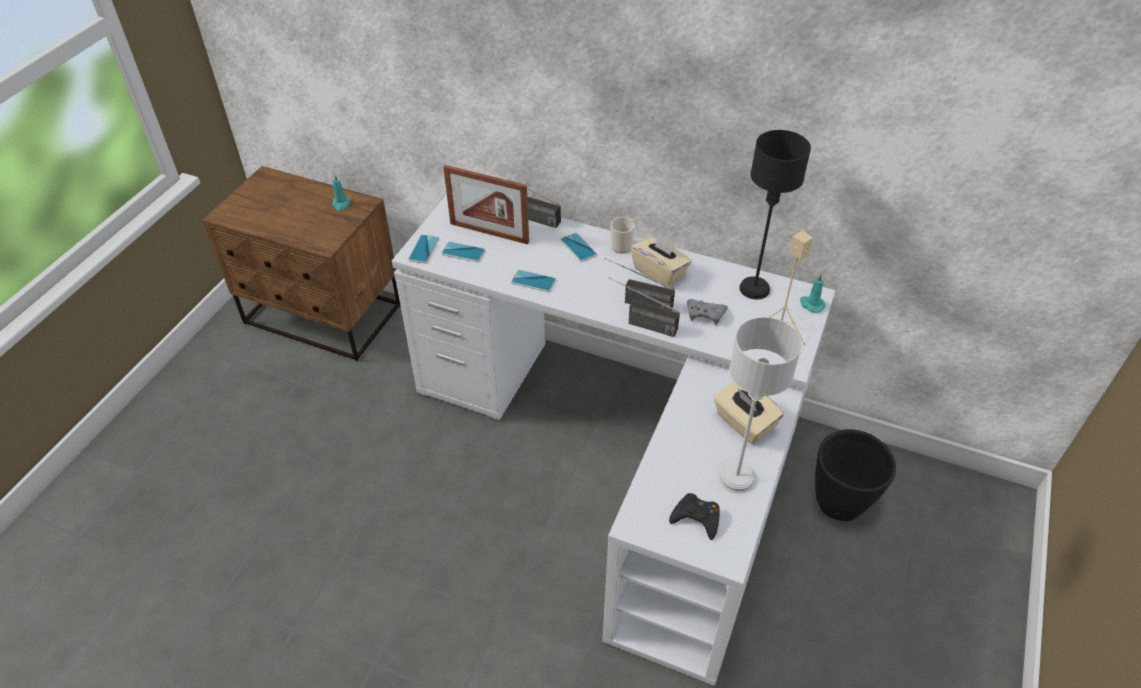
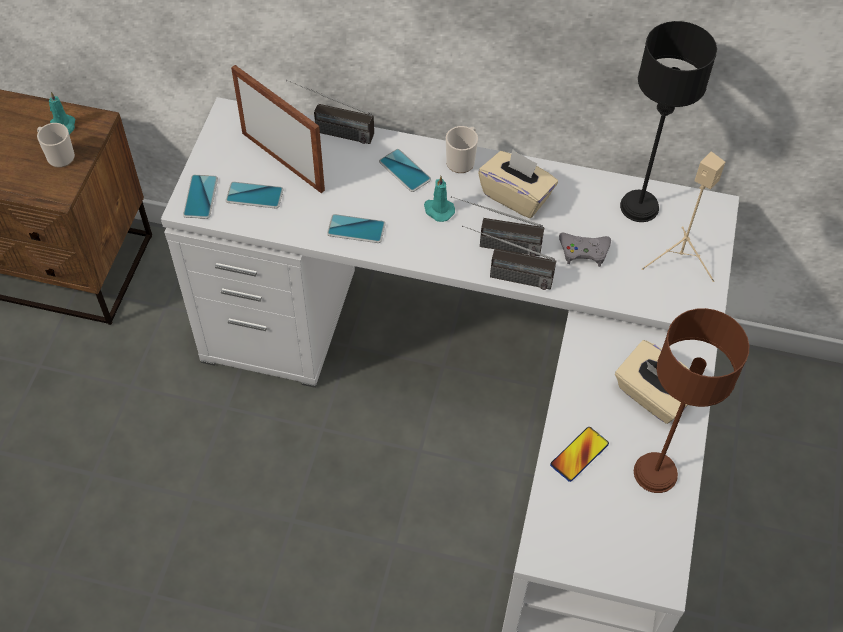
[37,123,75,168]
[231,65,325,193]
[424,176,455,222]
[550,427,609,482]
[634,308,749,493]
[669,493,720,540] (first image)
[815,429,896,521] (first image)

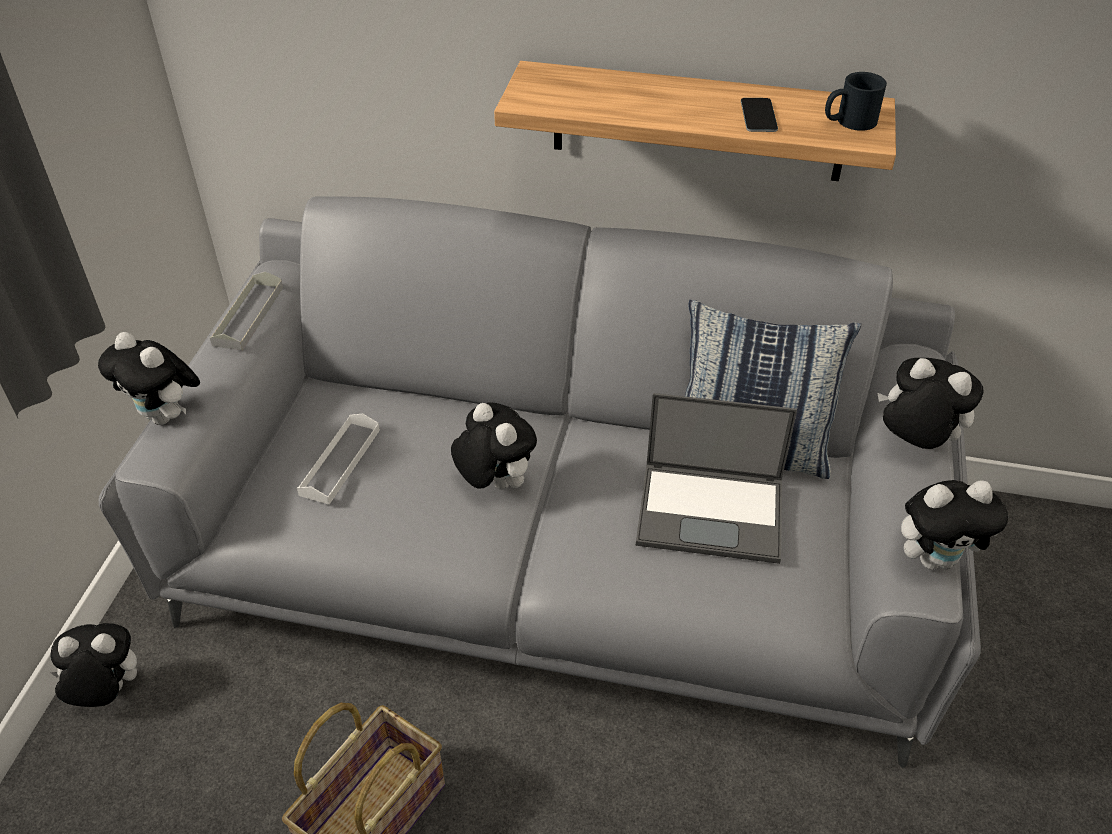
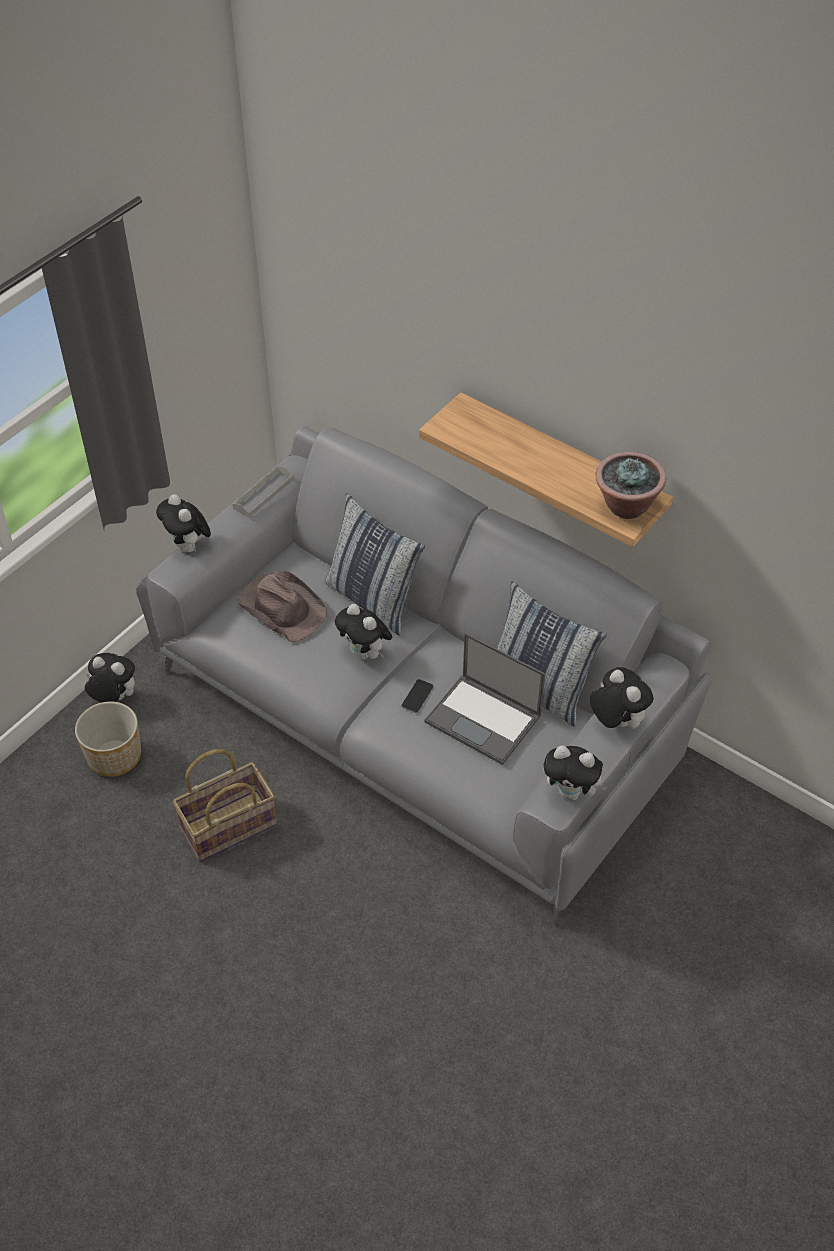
[75,701,141,777]
[237,571,327,642]
[325,493,425,635]
[335,604,392,660]
[401,679,434,713]
[596,452,666,519]

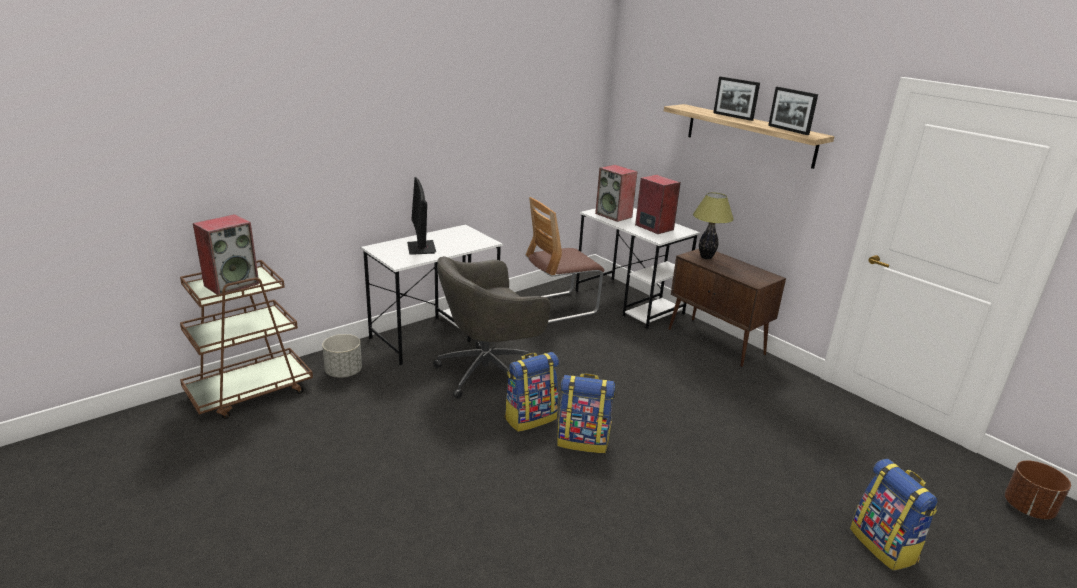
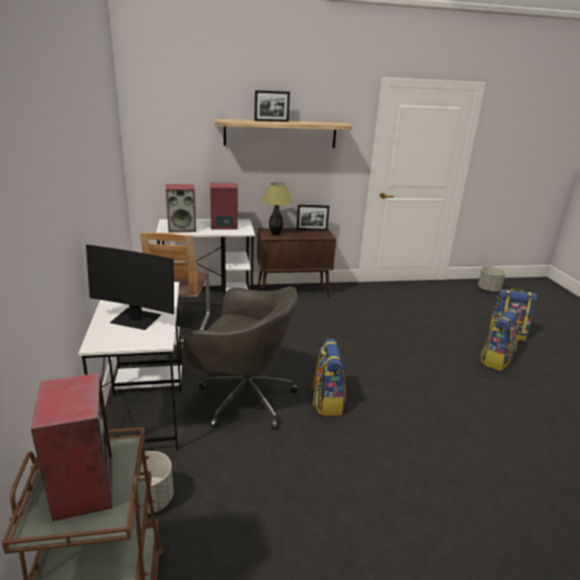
[184,286,298,429]
[297,205,329,231]
[478,266,506,292]
[480,308,520,371]

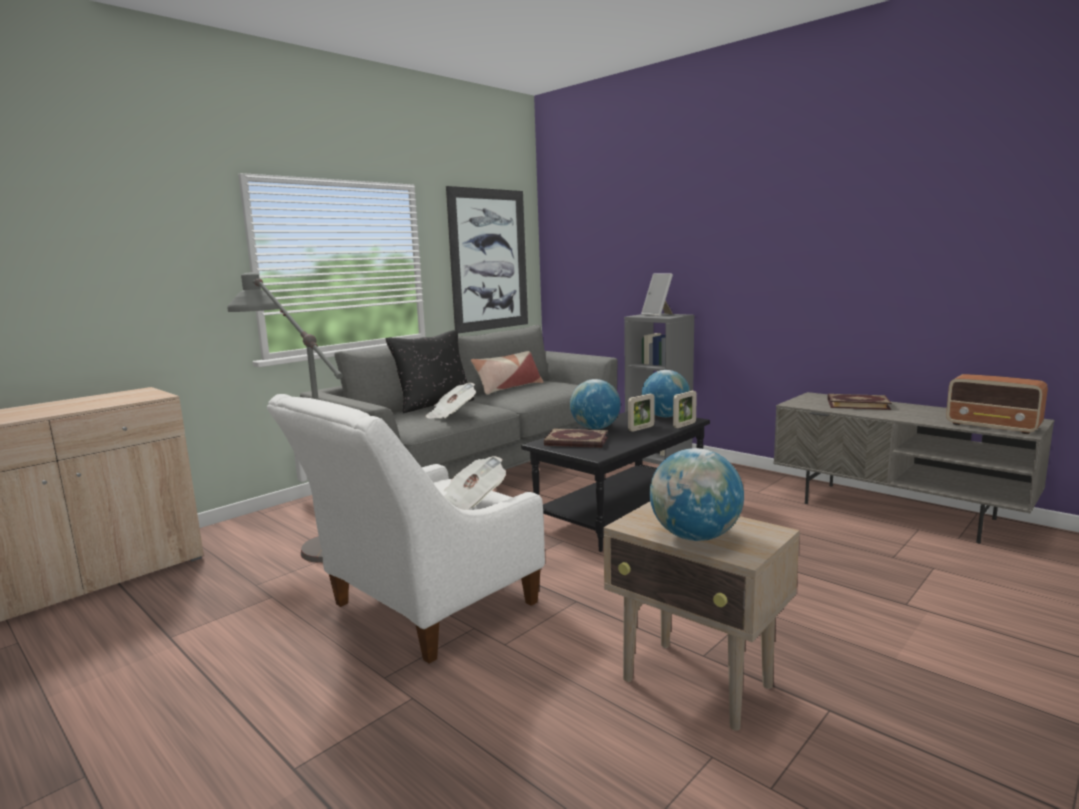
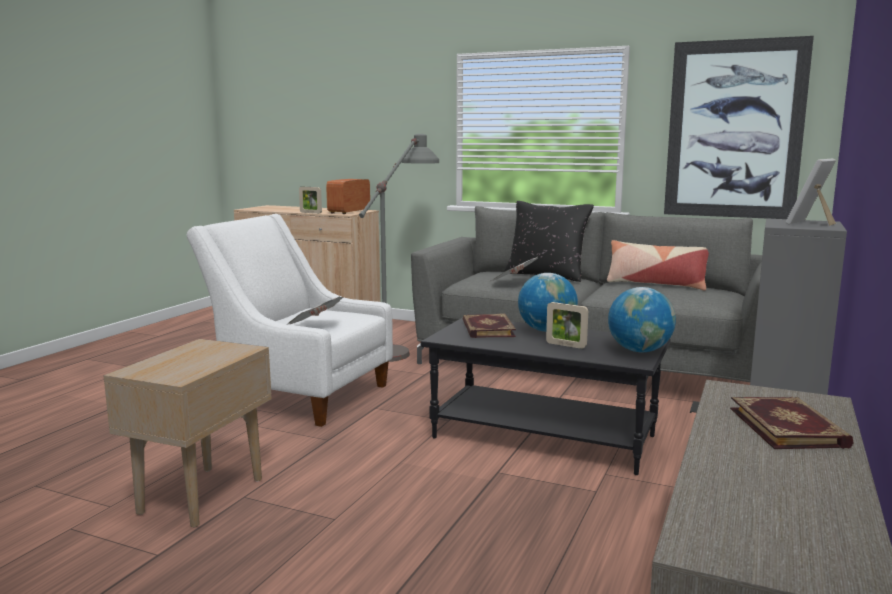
[299,187,322,214]
[326,179,370,214]
[650,448,744,541] (first image)

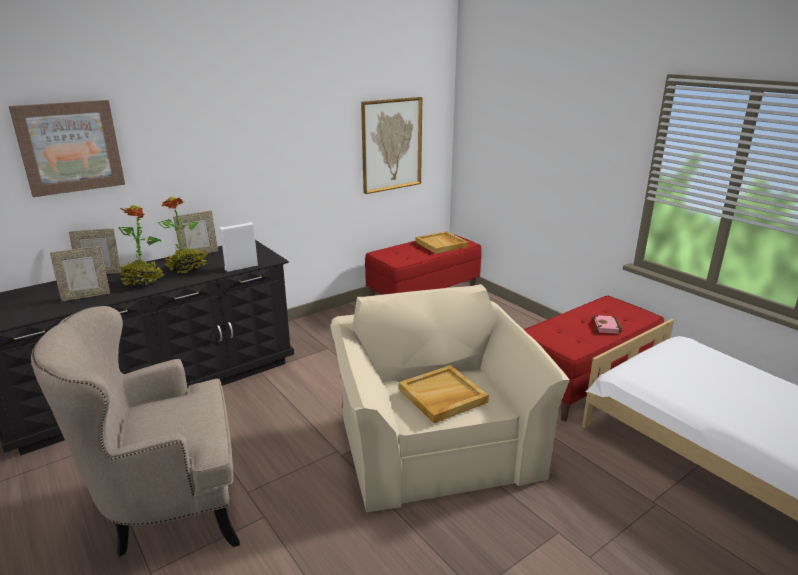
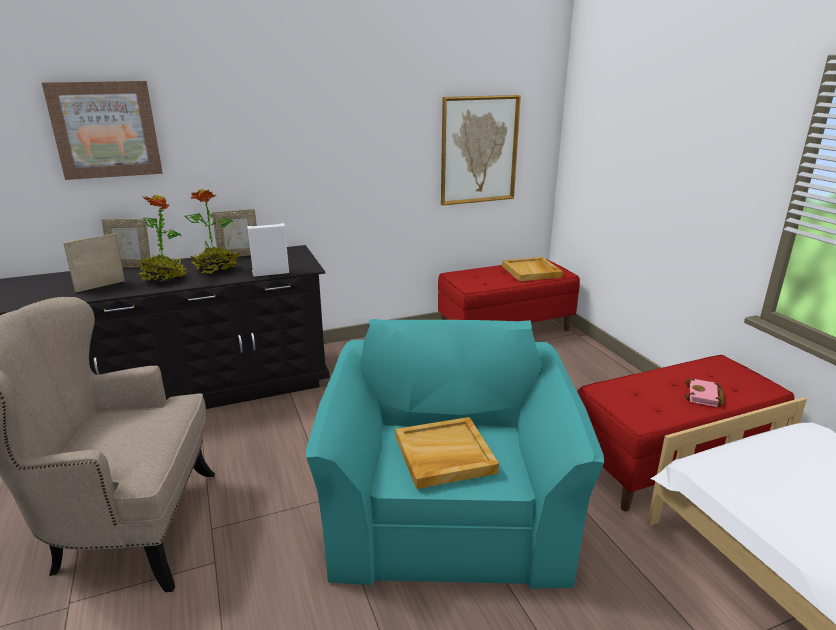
[63,233,125,293]
[306,319,604,589]

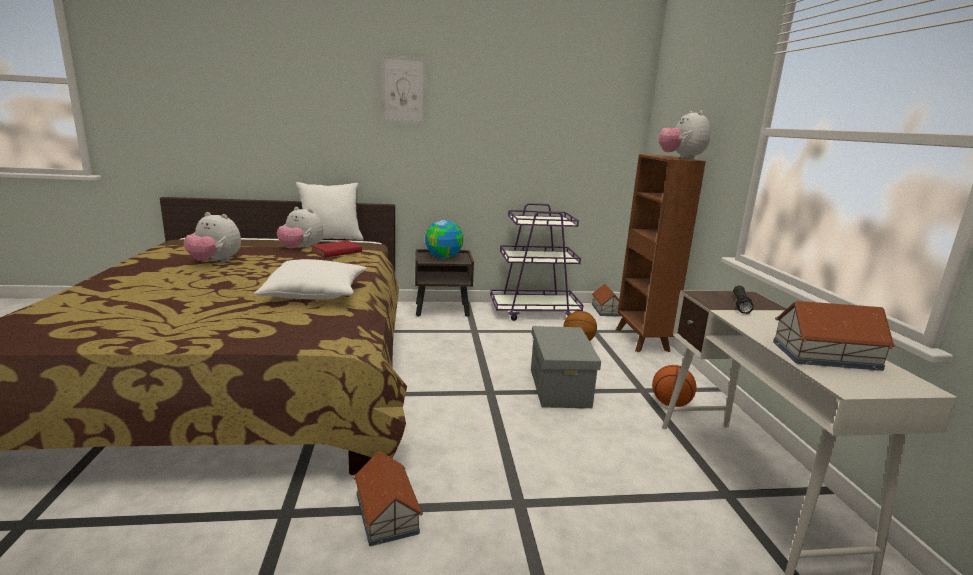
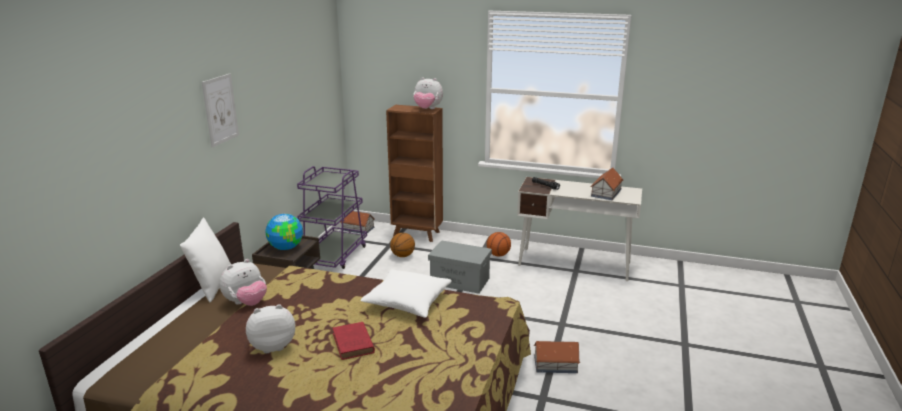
[246,304,295,353]
[333,322,375,360]

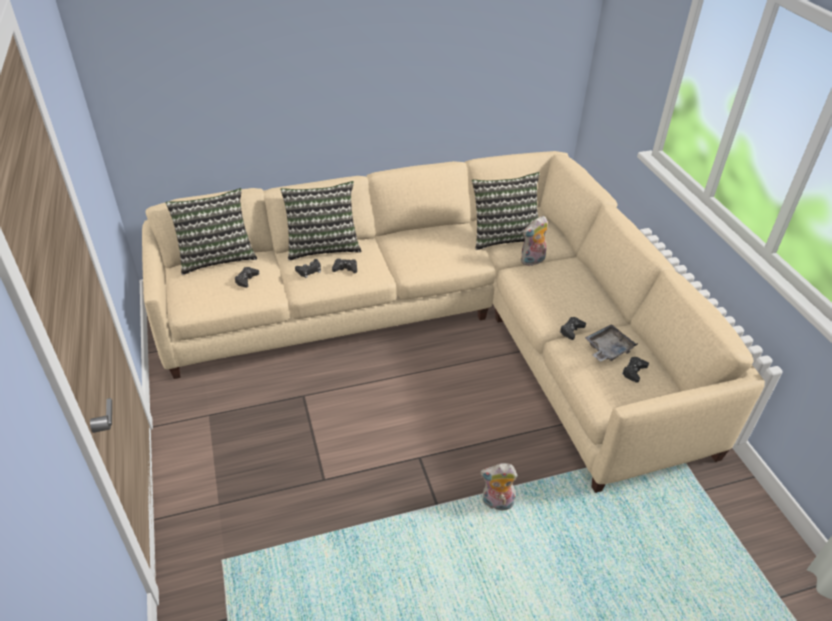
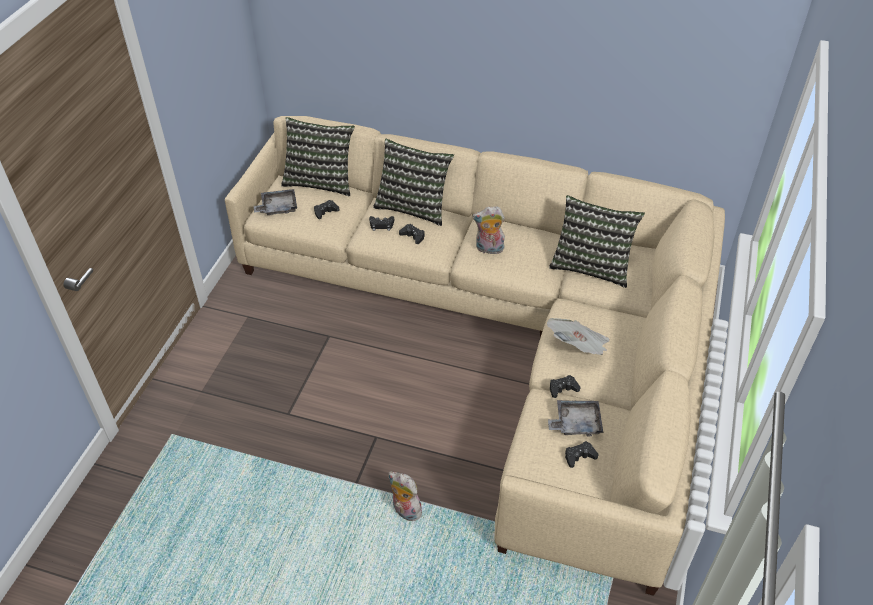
[253,189,297,215]
[472,206,505,254]
[547,318,610,355]

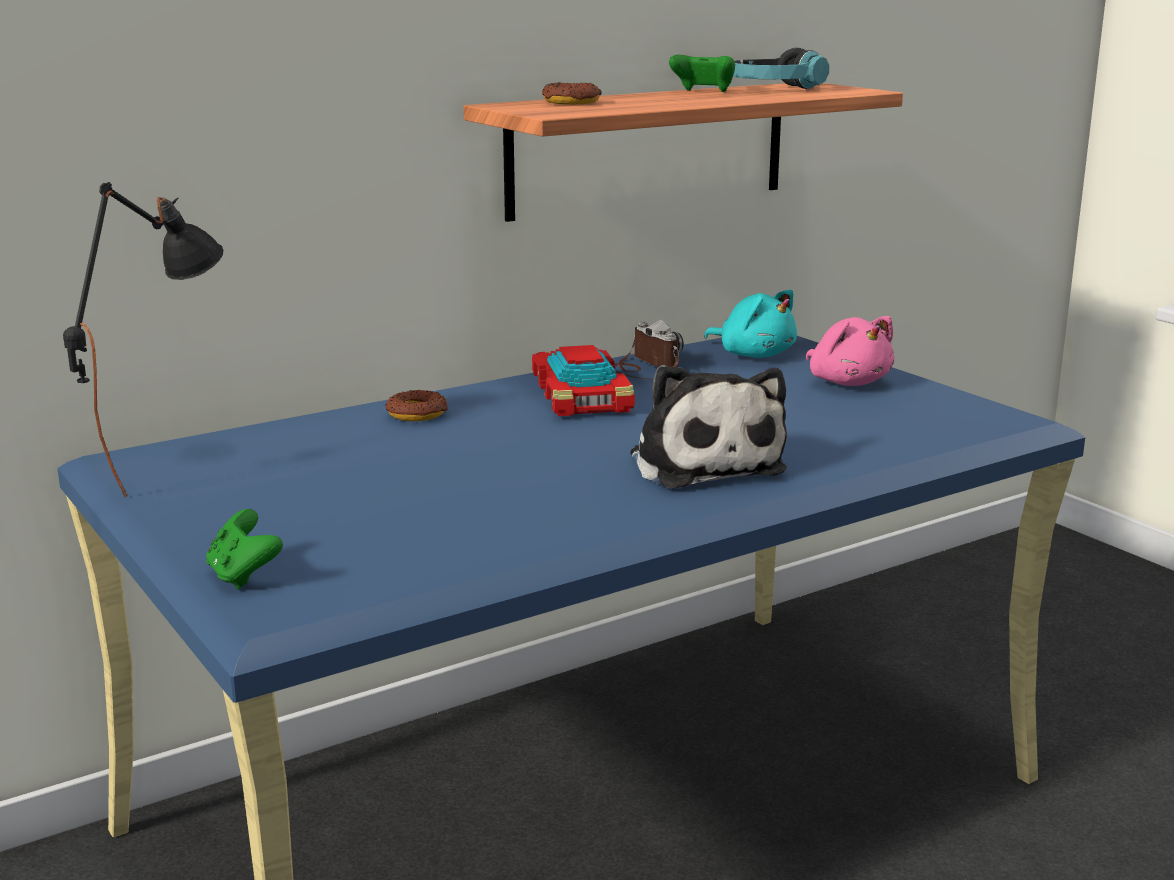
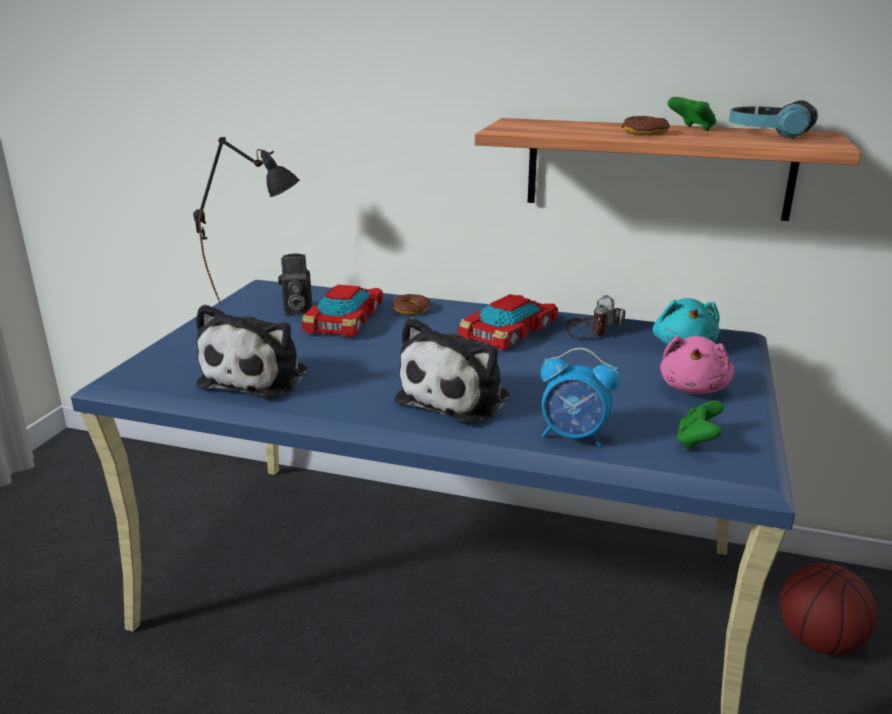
[196,304,307,398]
[278,254,312,315]
[301,285,383,337]
[541,348,620,446]
[621,116,670,135]
[676,400,724,450]
[780,562,877,655]

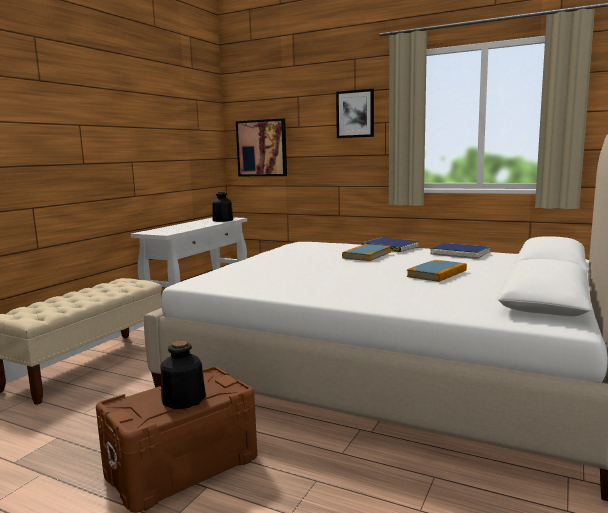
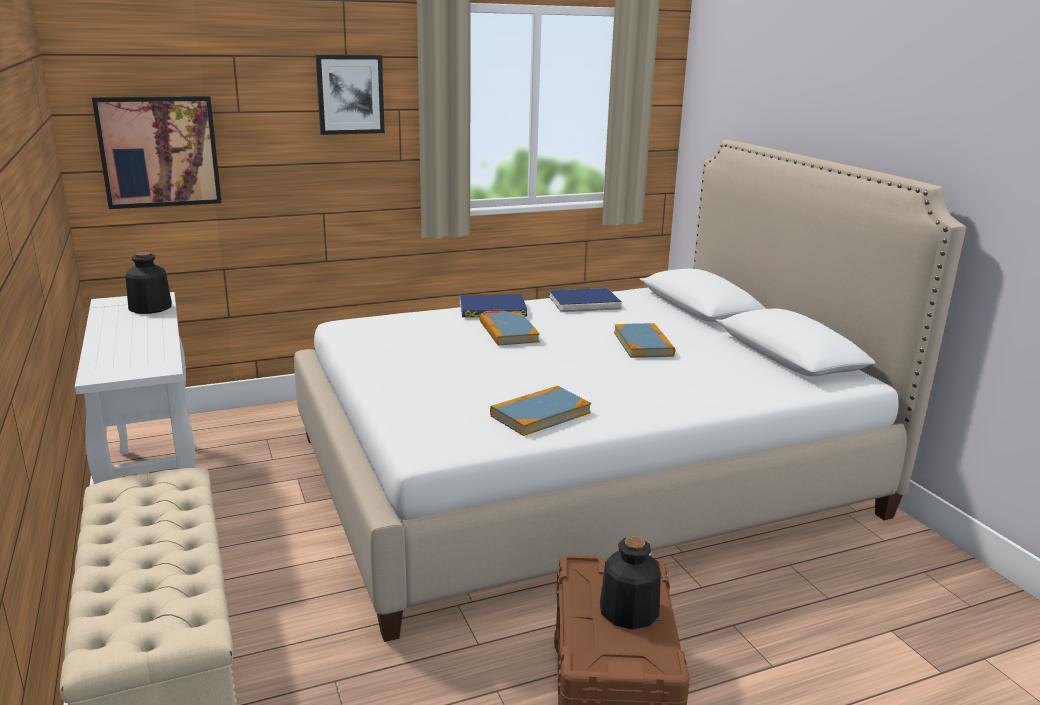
[490,386,591,436]

